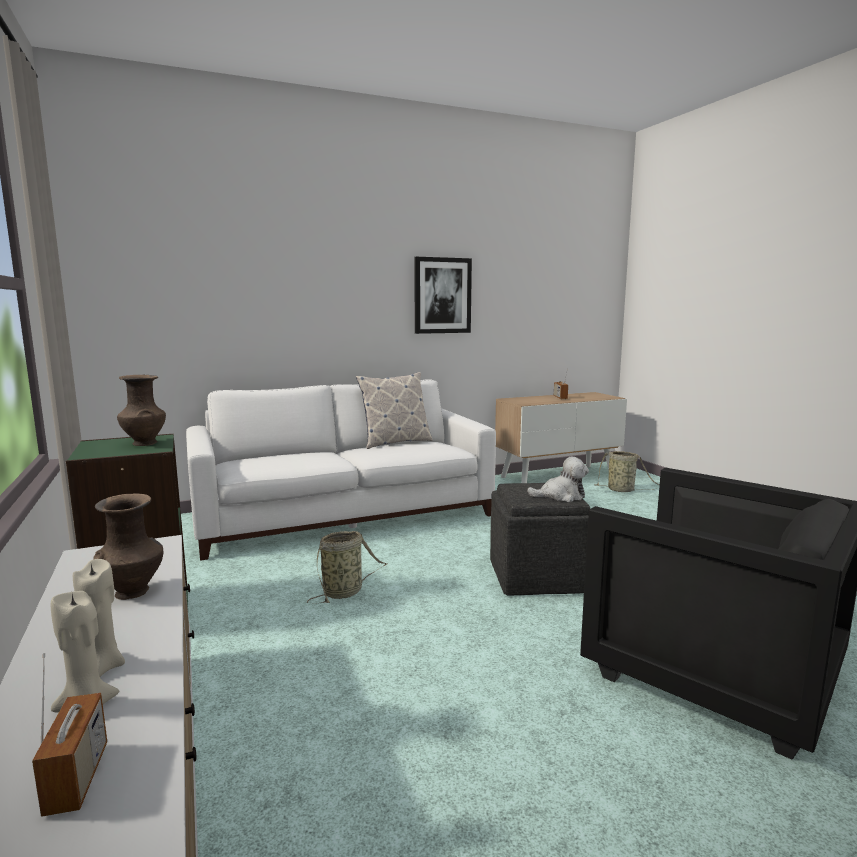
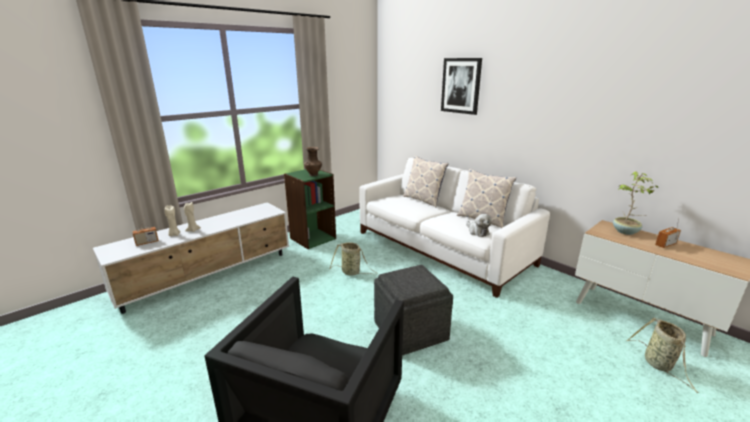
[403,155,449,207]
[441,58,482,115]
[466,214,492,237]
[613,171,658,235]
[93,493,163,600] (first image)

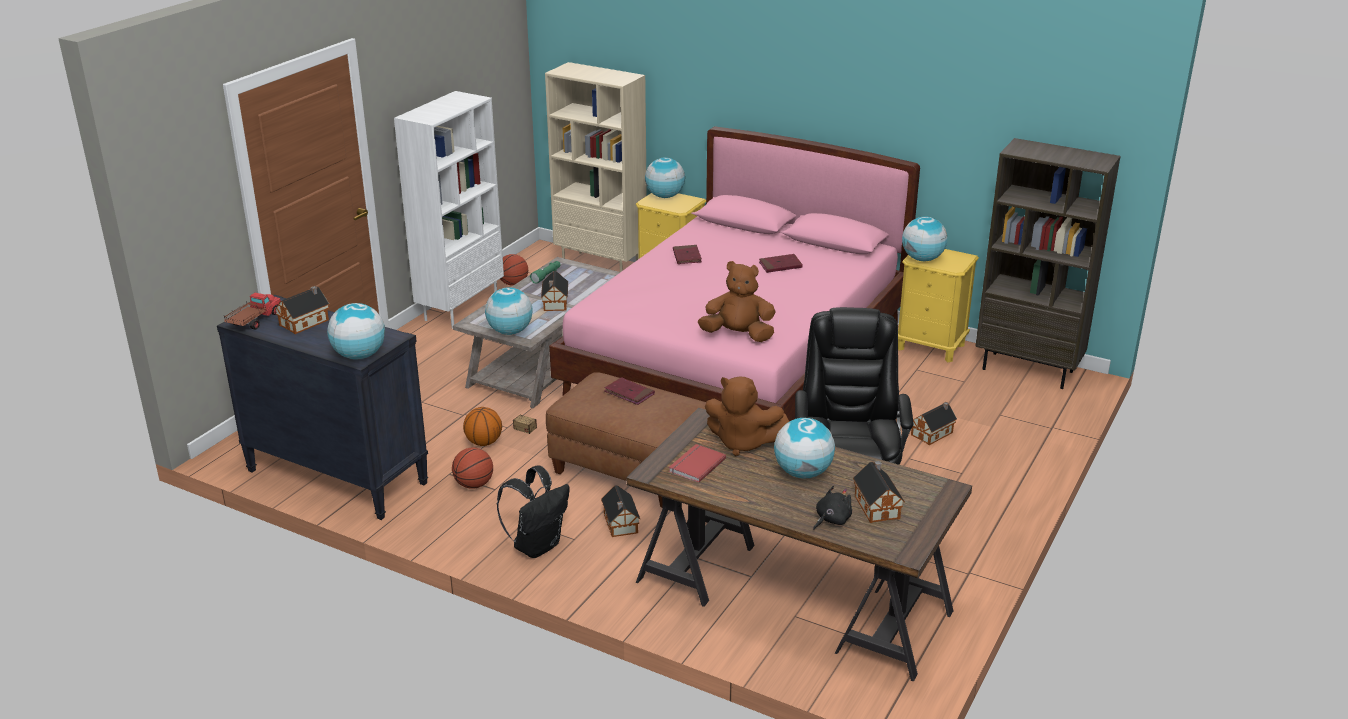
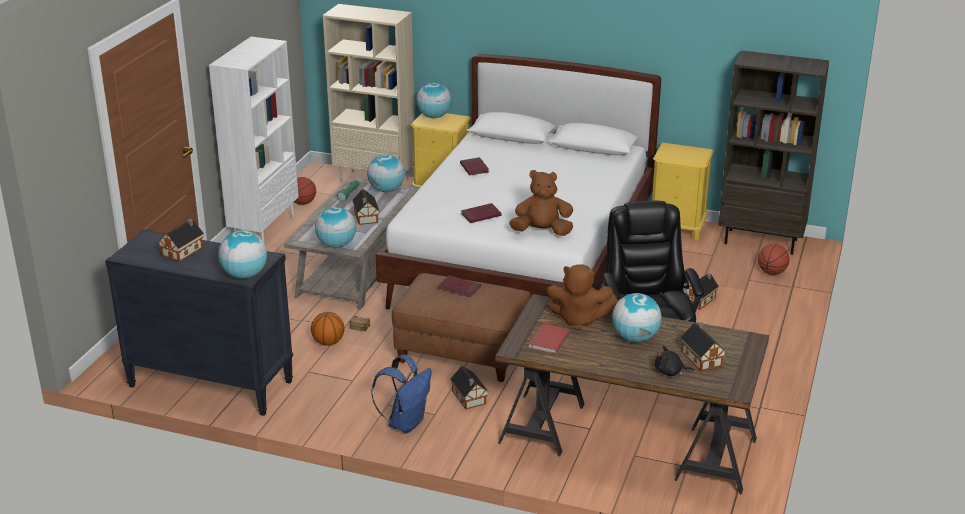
[367,154,405,192]
[371,355,432,433]
[376,54,661,309]
[461,203,502,223]
[655,346,694,376]
[758,244,790,275]
[224,293,281,330] (first image)

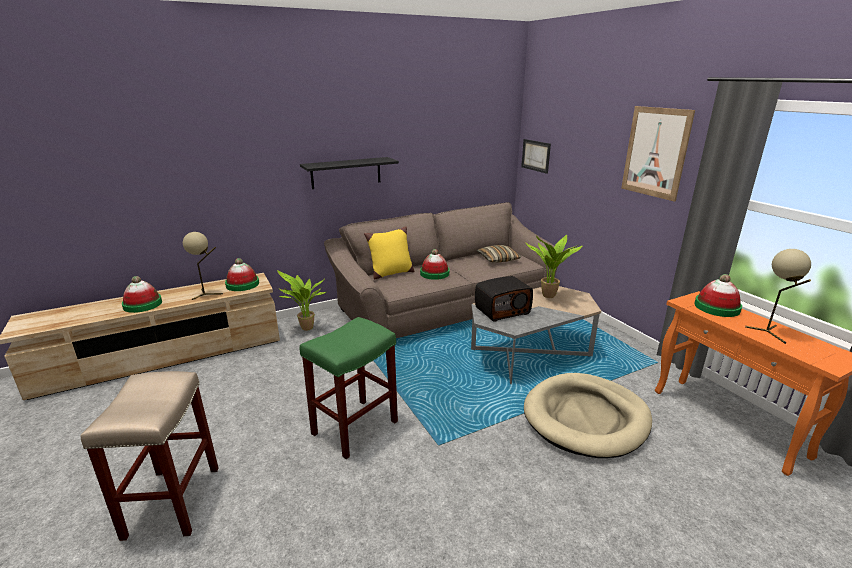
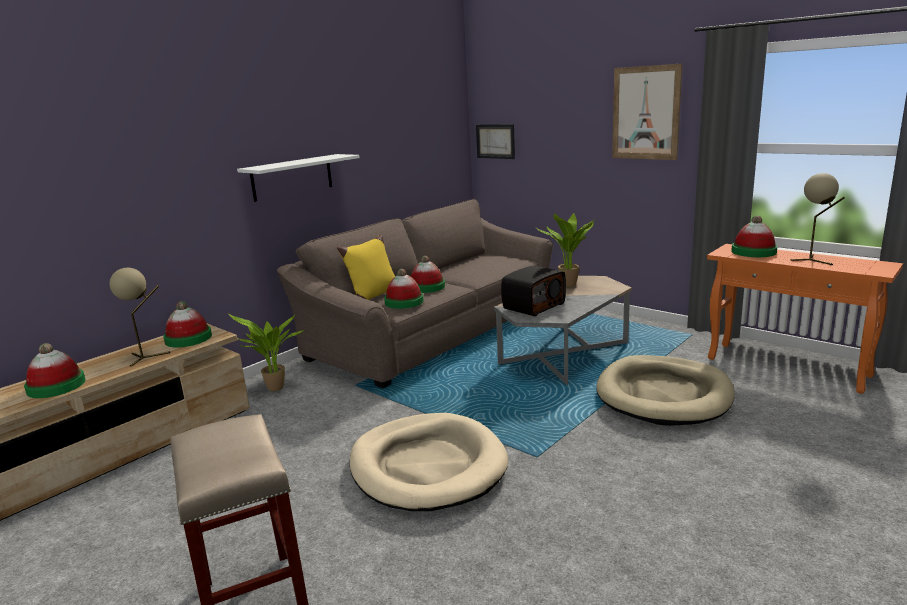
[237,154,360,202]
[350,413,508,511]
[384,269,424,309]
[477,245,521,263] (first image)

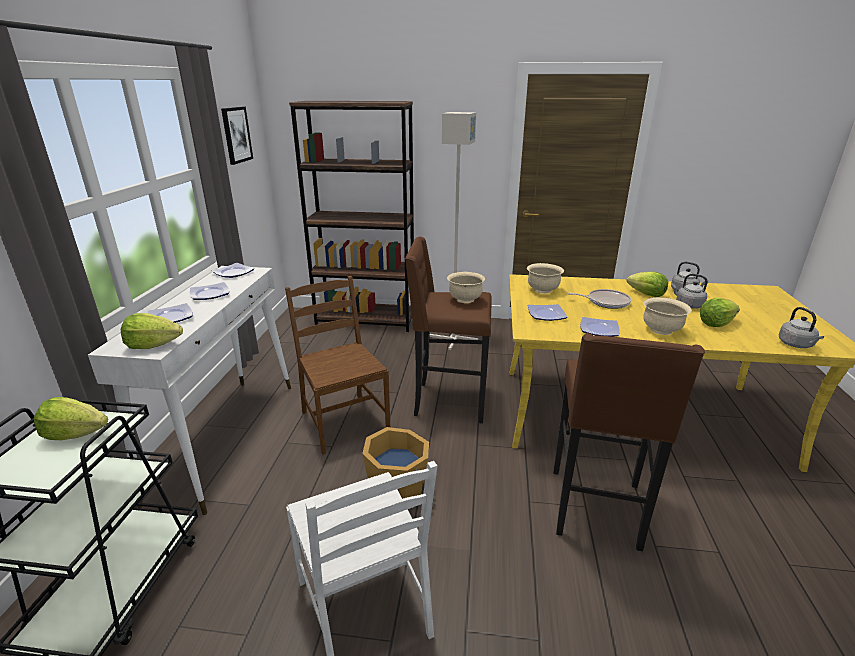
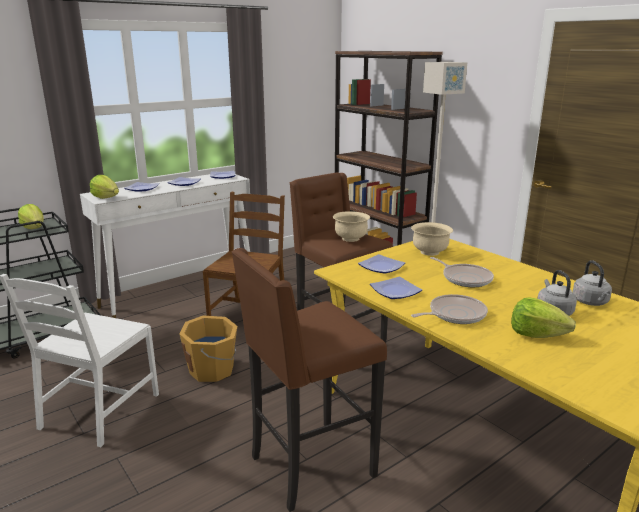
[411,294,488,324]
[221,107,253,165] (first image)
[626,272,668,297] (first image)
[779,307,824,348] (first image)

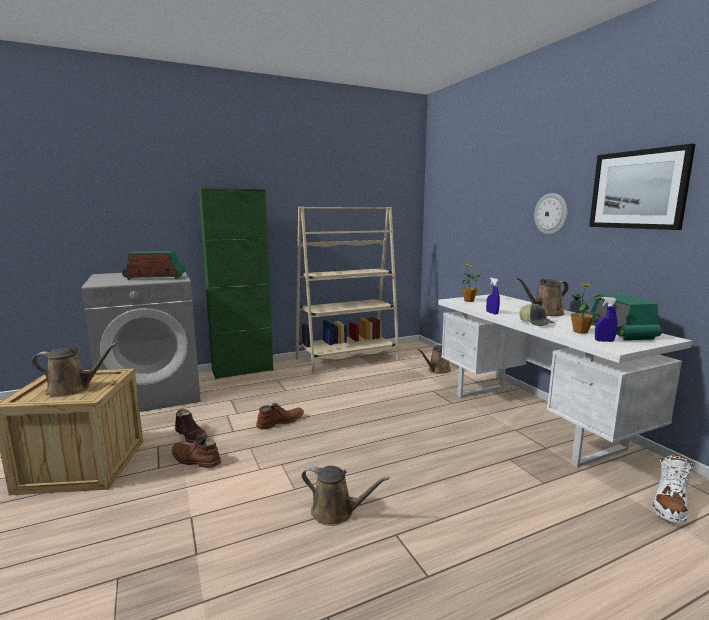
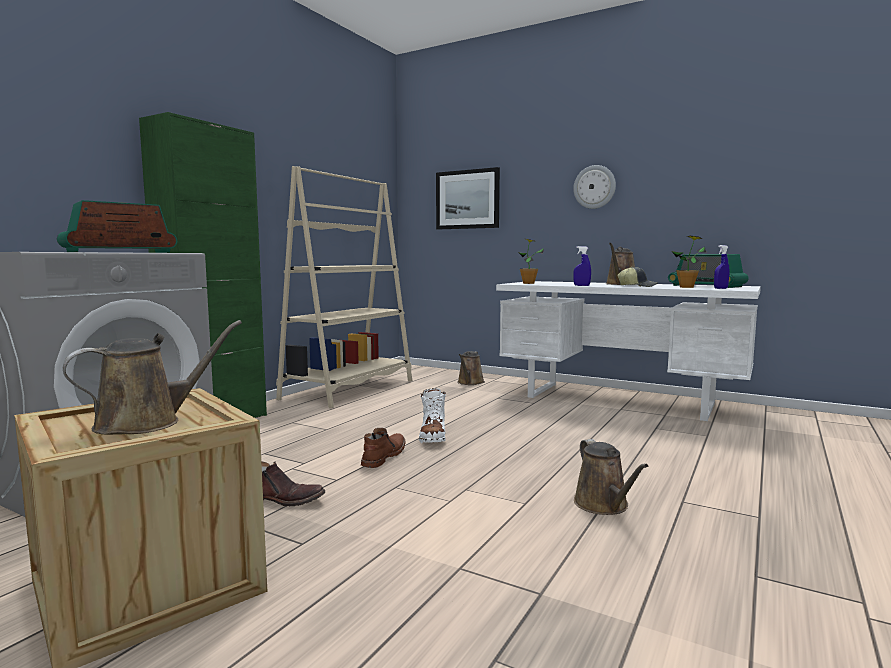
[419,388,446,443]
[436,167,500,229]
[574,439,648,515]
[172,436,221,468] (first image)

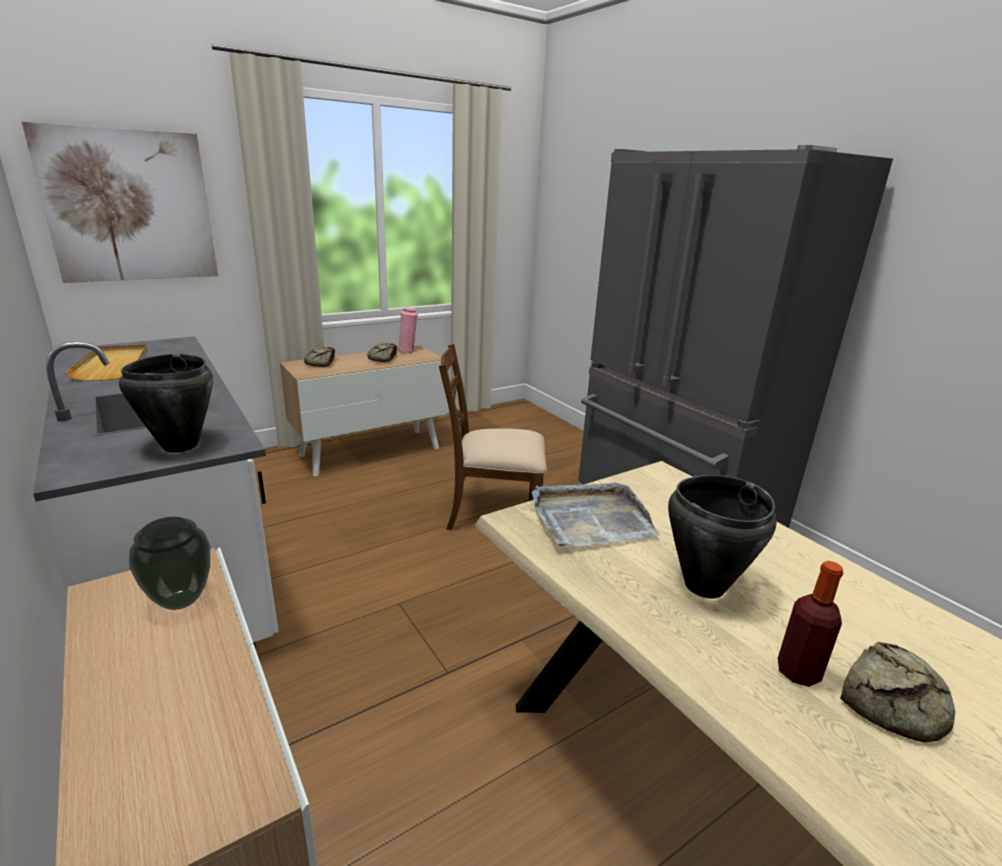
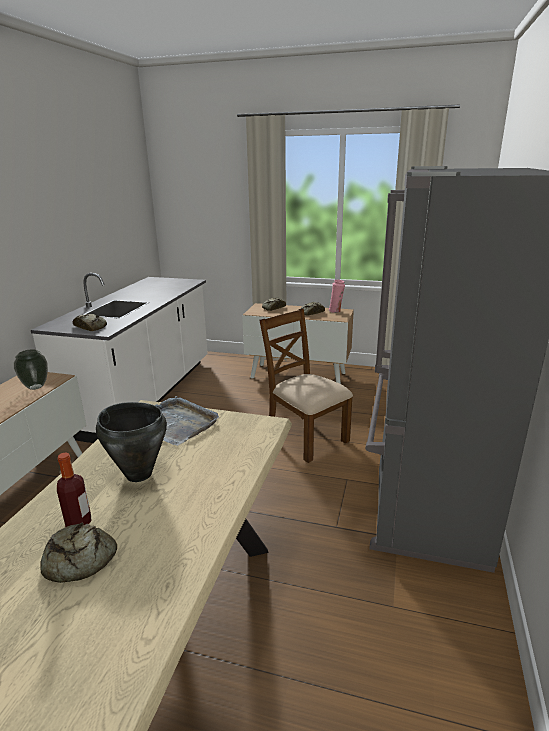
[73,314,107,331]
[22,122,218,283] (first image)
[65,345,148,381] (first image)

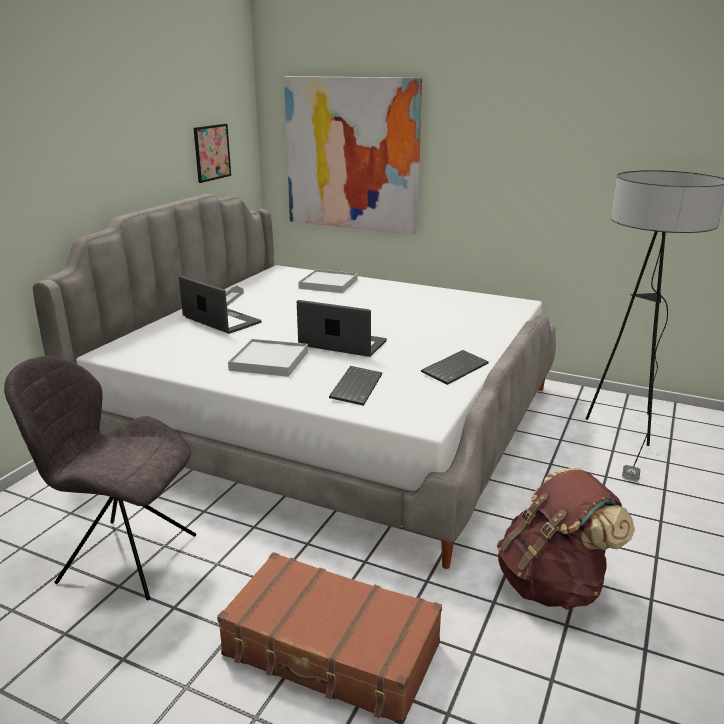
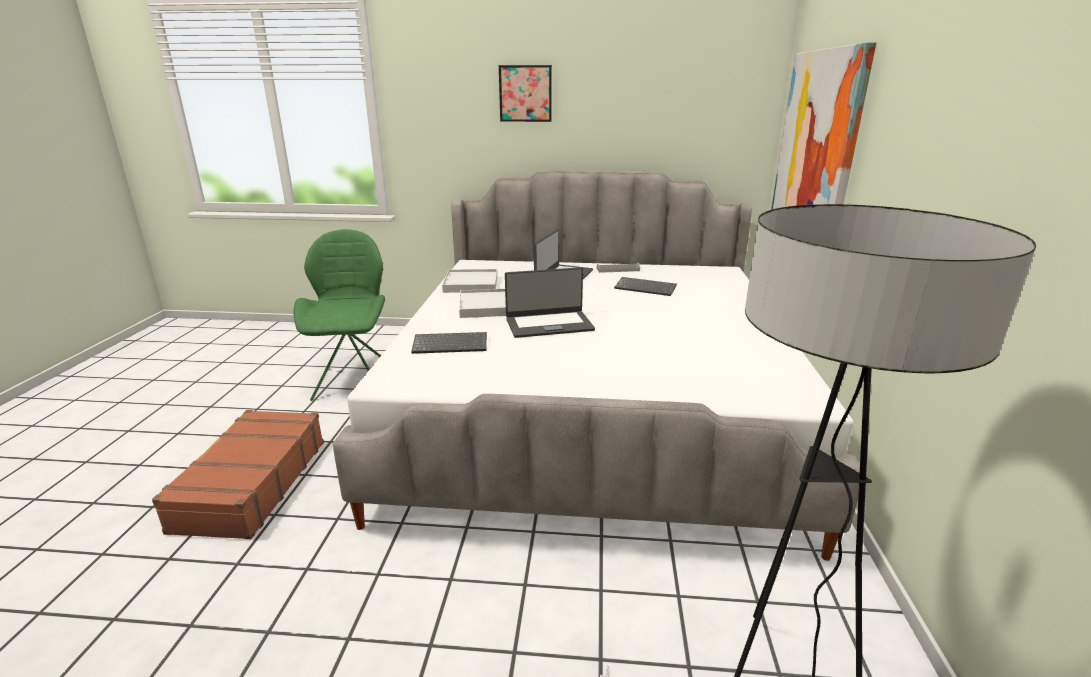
[294,229,385,401]
[442,269,498,293]
[499,65,552,122]
[505,267,595,338]
[614,277,677,296]
[497,468,635,610] (first image)

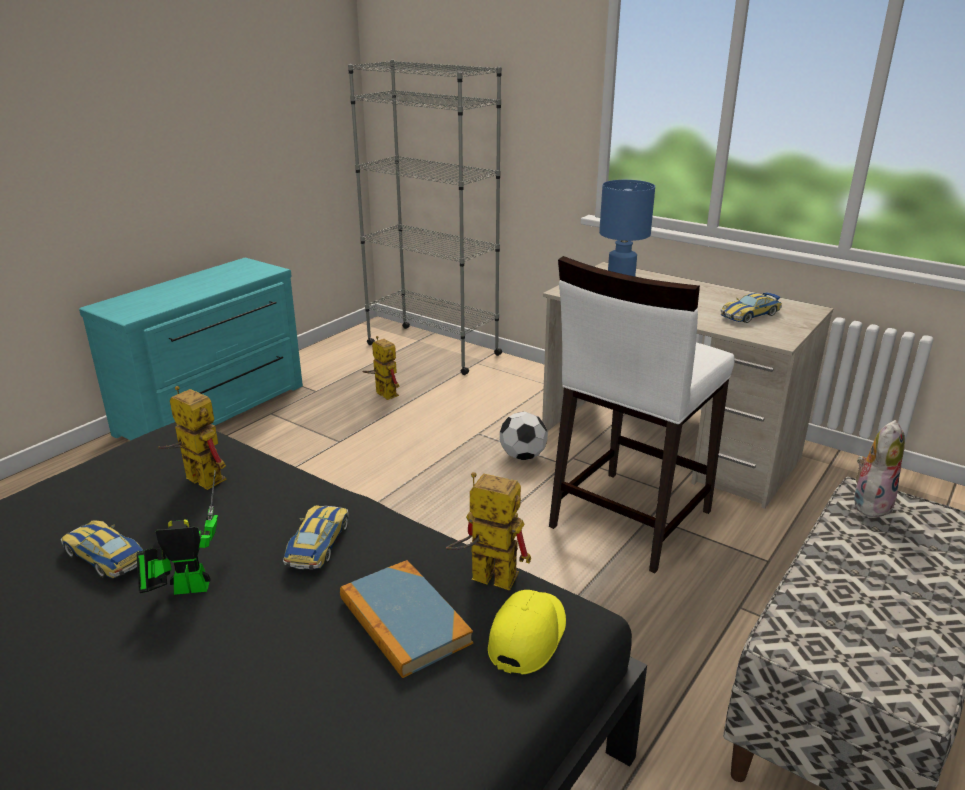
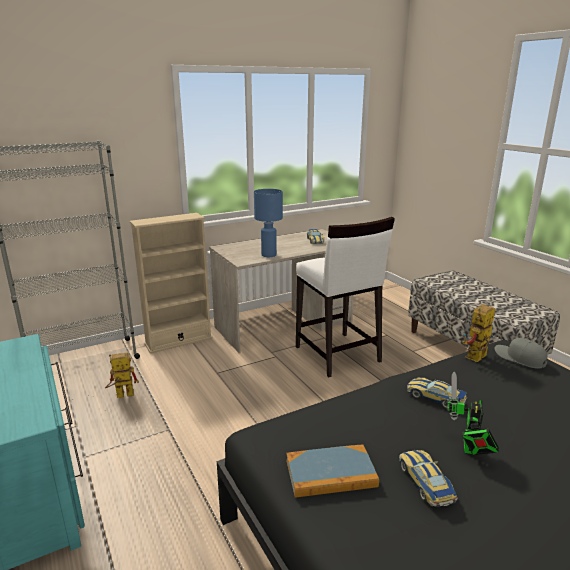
[130,213,213,354]
[286,444,379,498]
[399,450,457,507]
[495,338,548,368]
[158,386,226,490] (first image)
[500,411,548,460] (first image)
[854,420,905,517] (first image)

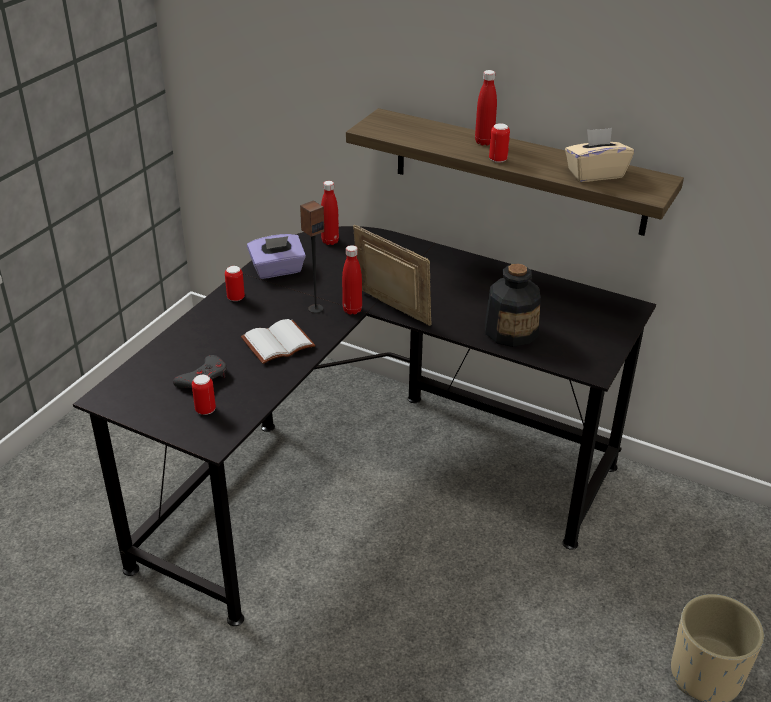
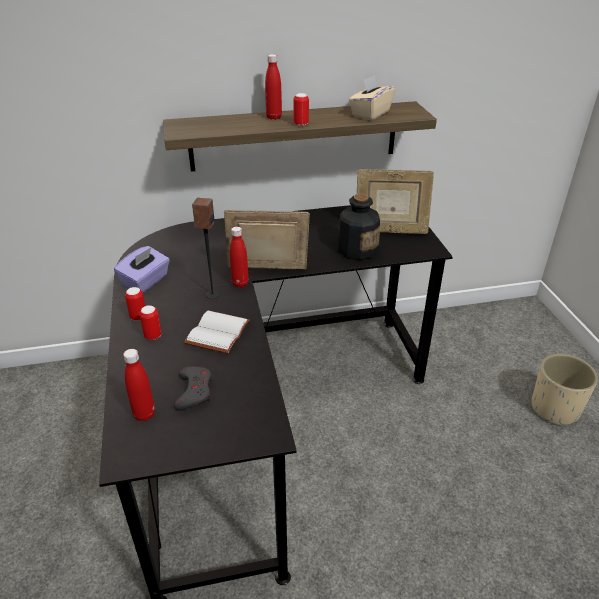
[123,349,155,421]
[140,305,162,340]
[357,169,434,234]

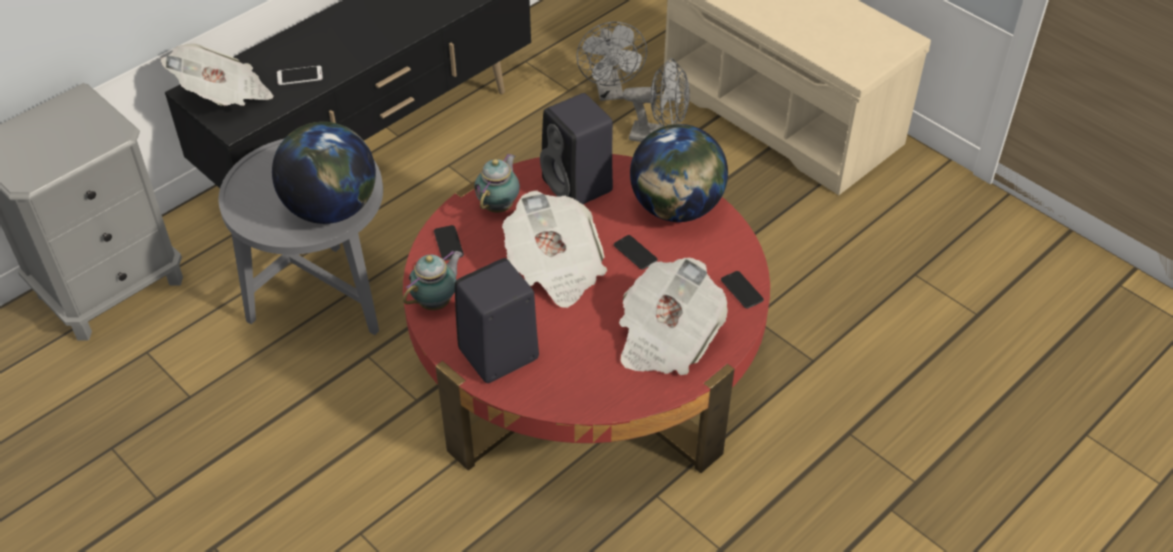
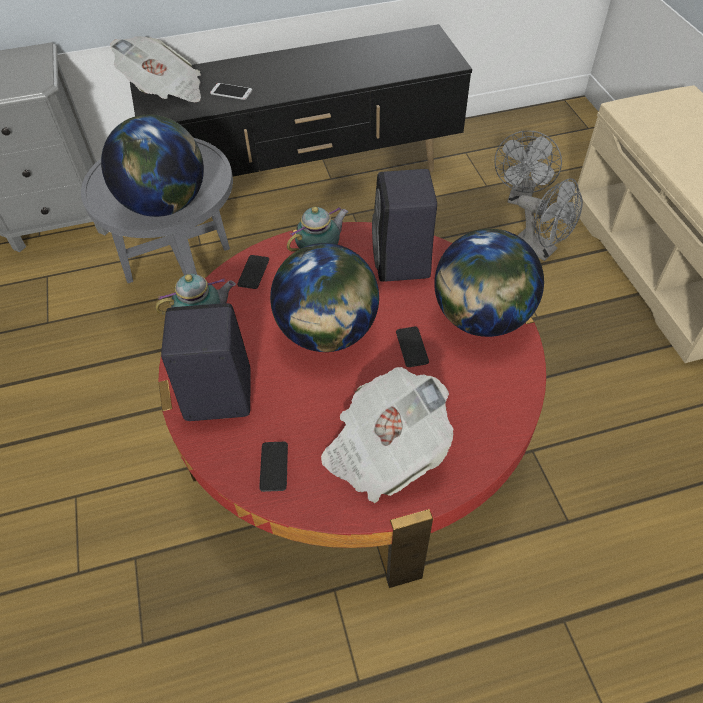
[259,442,288,492]
[270,243,379,352]

